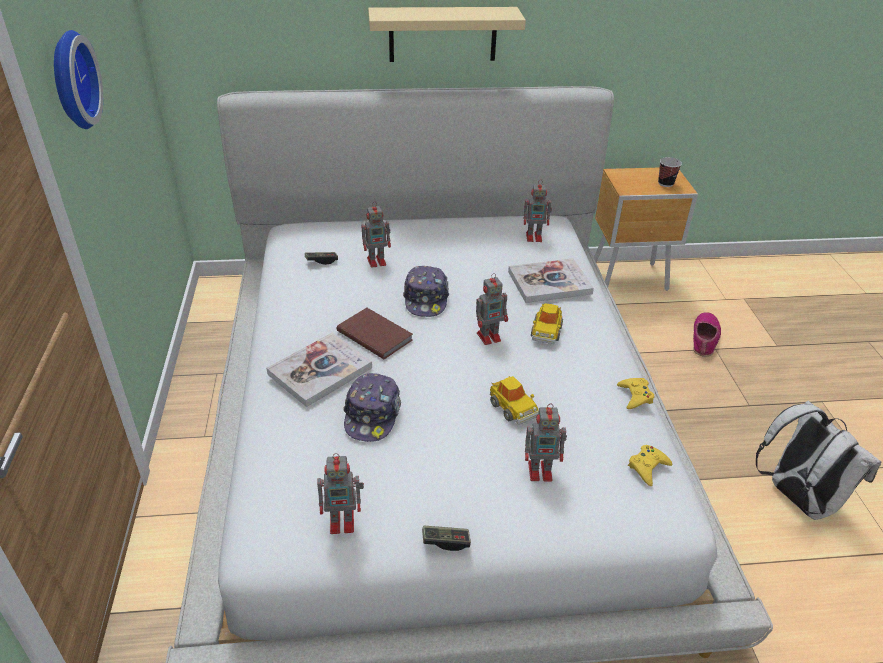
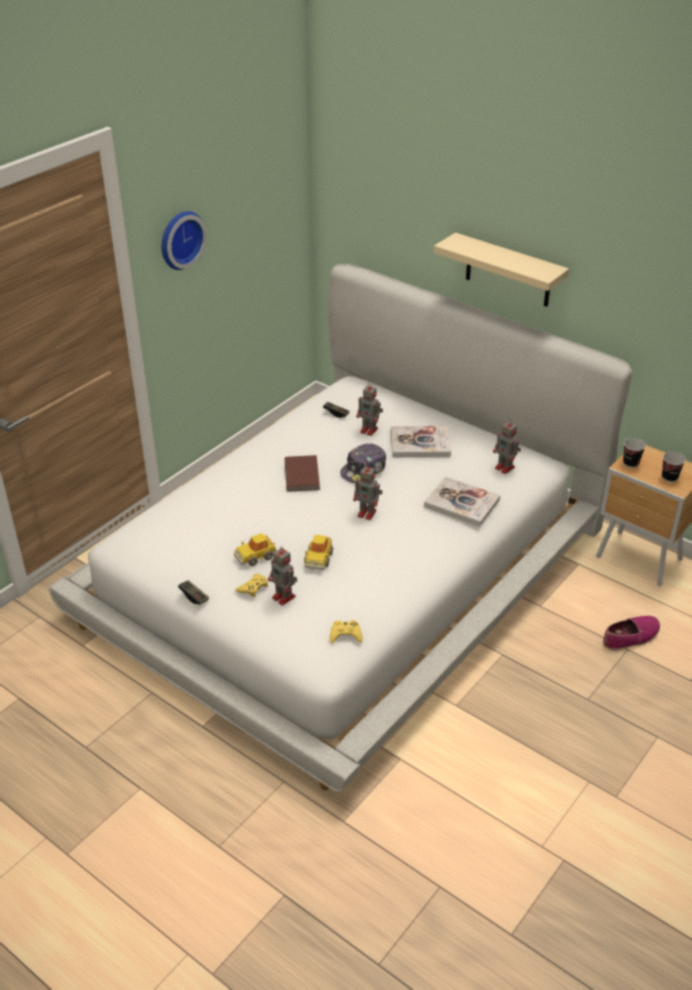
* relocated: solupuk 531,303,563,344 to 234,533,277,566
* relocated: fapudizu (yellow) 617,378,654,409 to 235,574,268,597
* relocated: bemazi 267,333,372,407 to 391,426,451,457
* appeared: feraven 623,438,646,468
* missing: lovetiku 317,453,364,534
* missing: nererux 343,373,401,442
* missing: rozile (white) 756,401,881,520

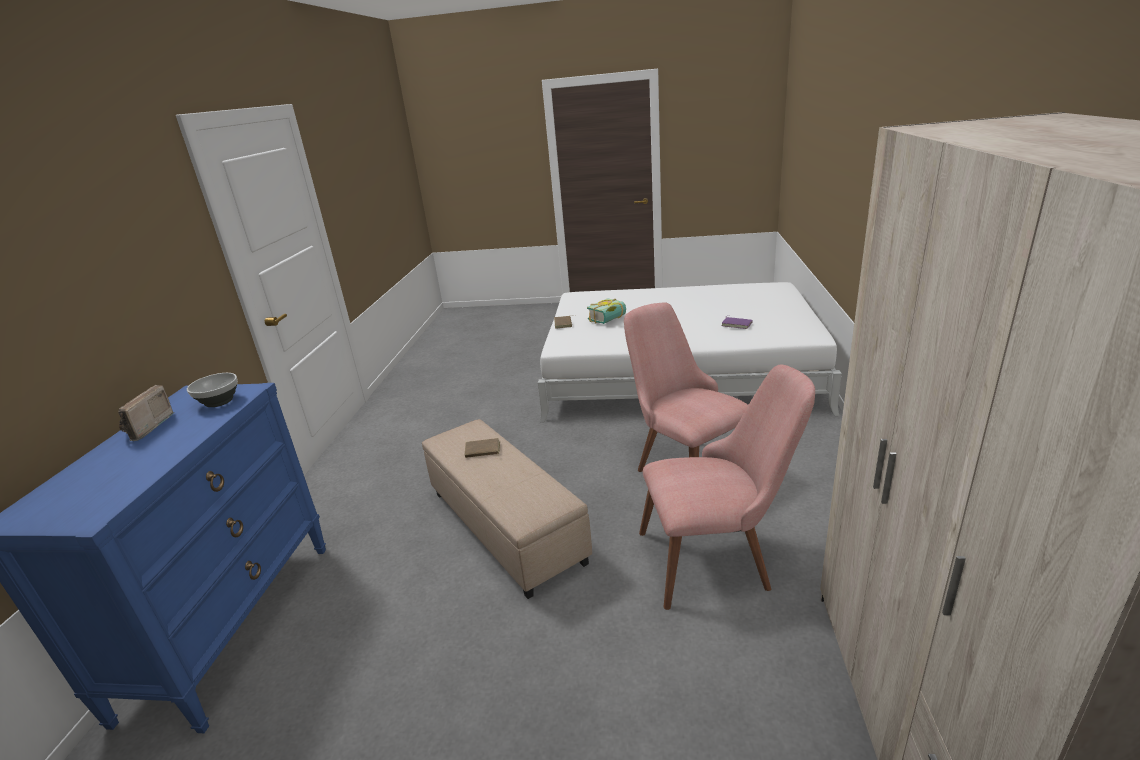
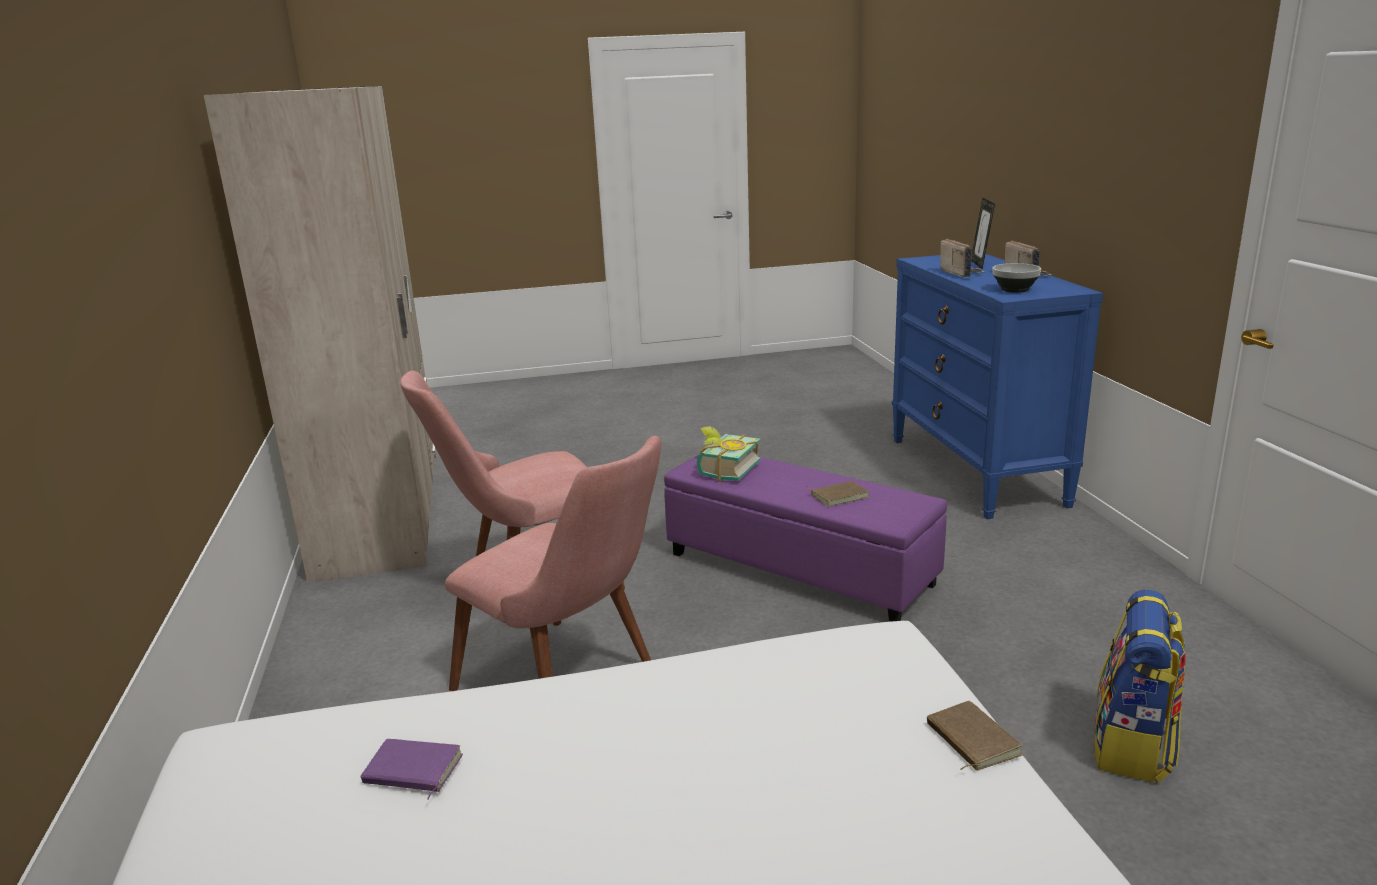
* colour: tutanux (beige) 422,419,592,599 to tutanux (purple) 664,454,947,622
* relocated: bemazi 587,298,626,324 to 697,426,761,482
* appeared: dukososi 940,239,985,278
* appeared: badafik 972,198,995,269
* appeared: rozile 1094,589,1186,783

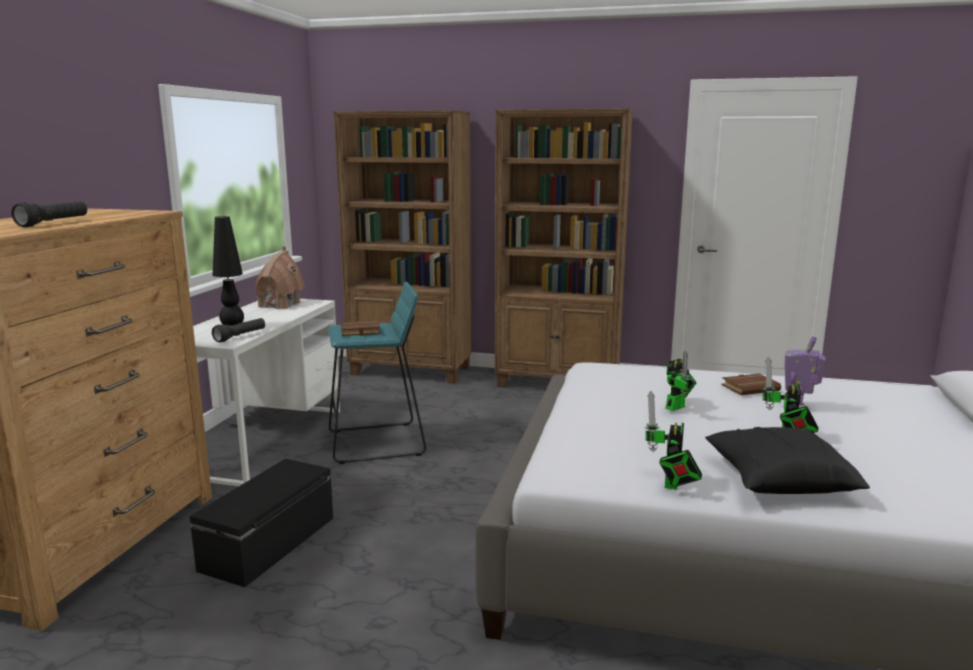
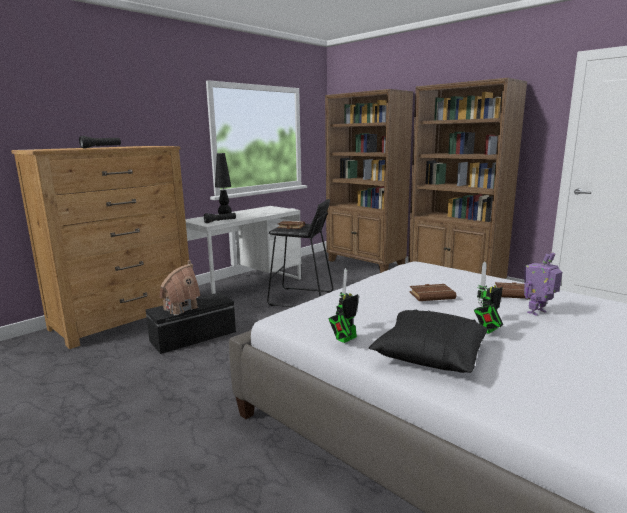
* relocated: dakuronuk 255,246,305,310 to 160,260,200,315
* colour: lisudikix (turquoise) 328,282,426,464 to lisudikix (black) 267,199,333,307
* exchanged: lovetiku 665,350,696,411 to bemazi (brown) 409,284,457,301

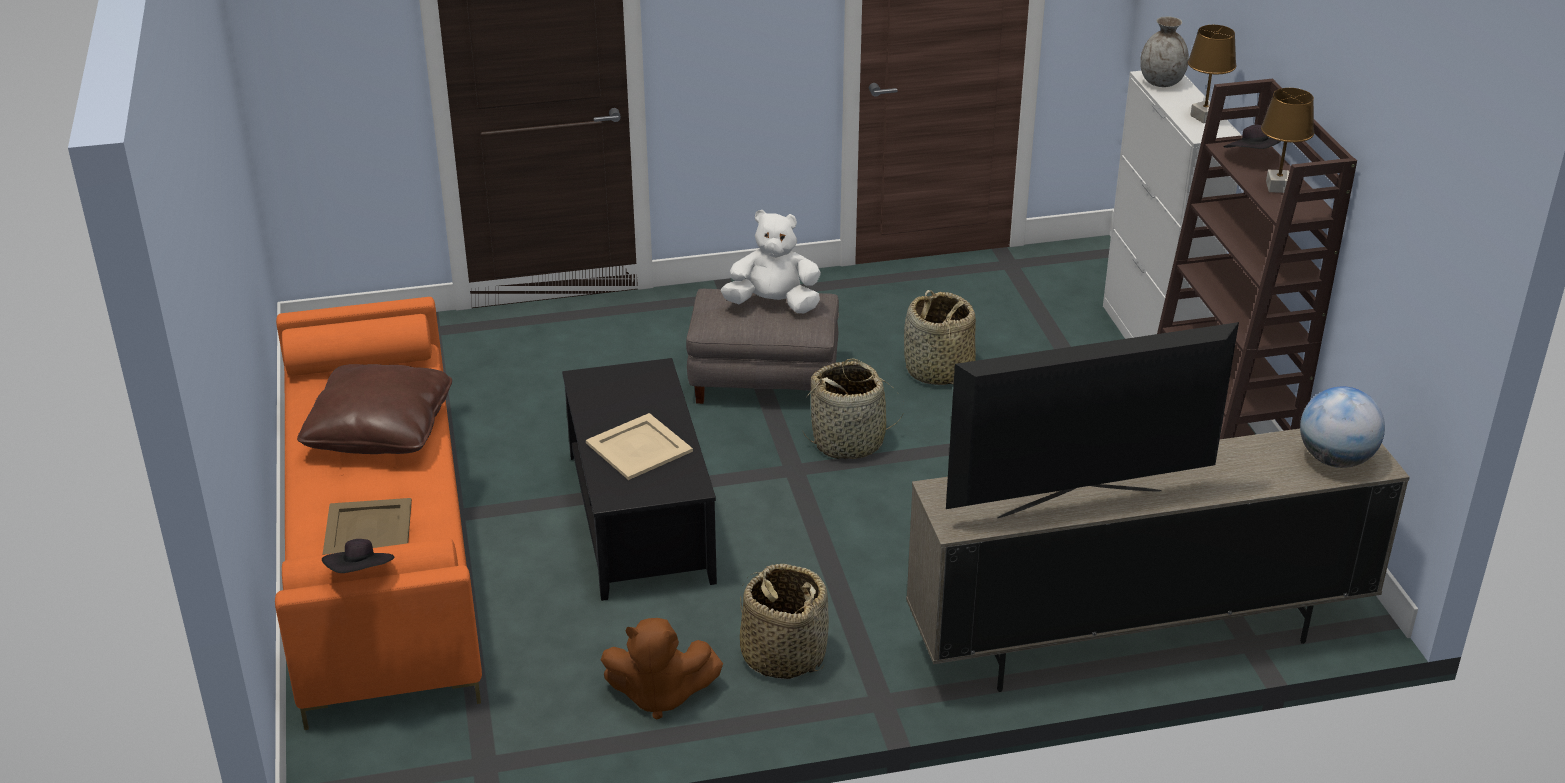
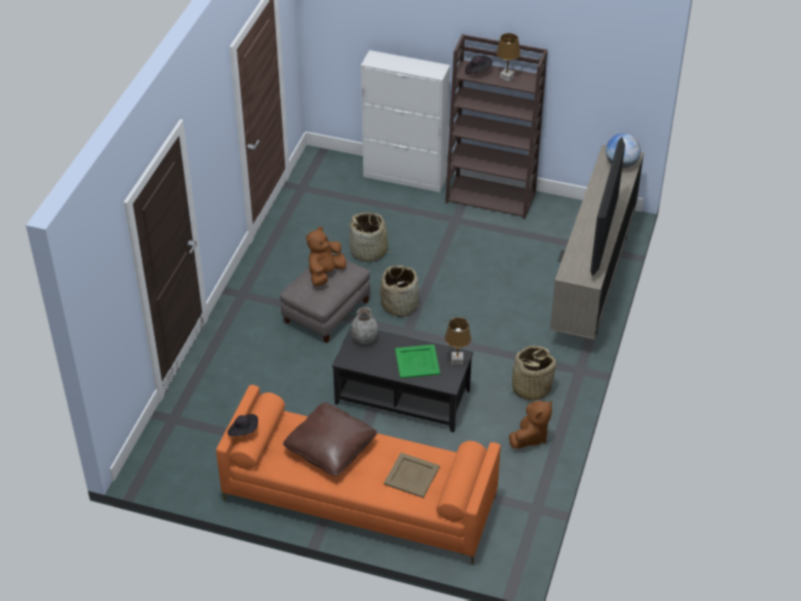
* relocated: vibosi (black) 322,539,395,573 to 228,414,258,436
* colour: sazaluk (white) 721,210,821,313 to sazaluk (brown) 306,227,346,286
* relocated: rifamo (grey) 1140,16,1189,87 to 351,307,378,344
* colour: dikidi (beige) 586,413,693,480 to dikidi (green) 395,344,440,379
* relocated: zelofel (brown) 1188,25,1237,124 to 445,317,472,365

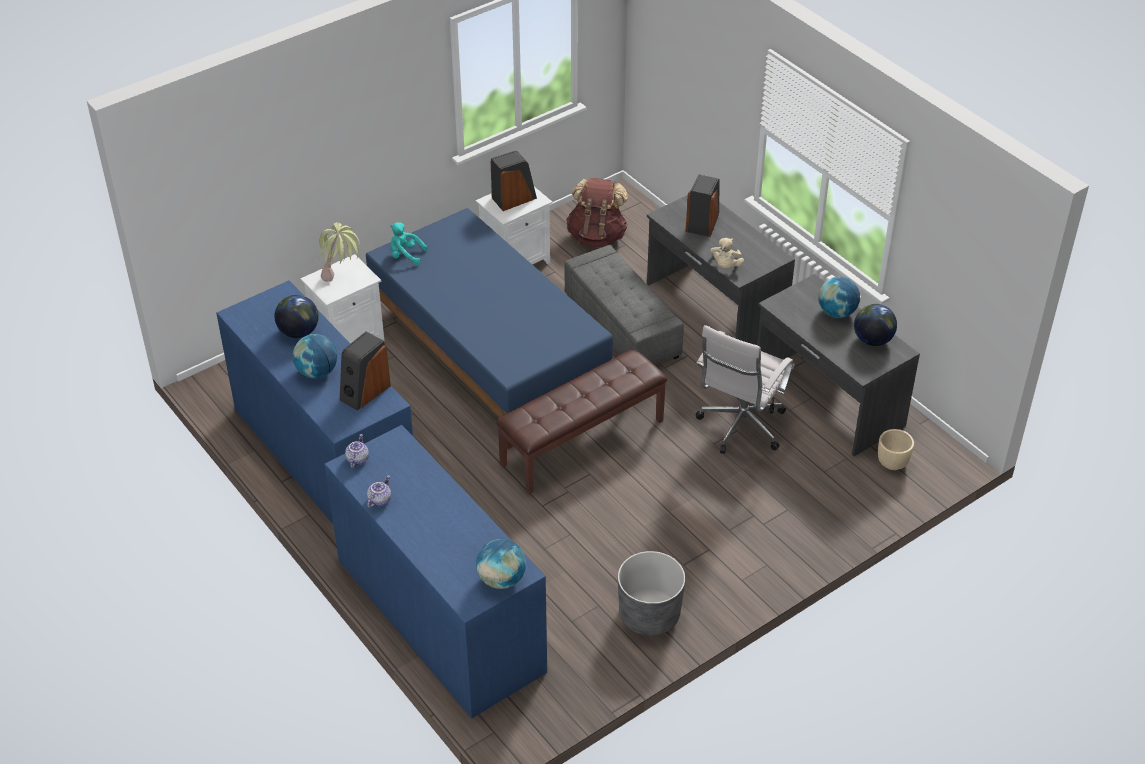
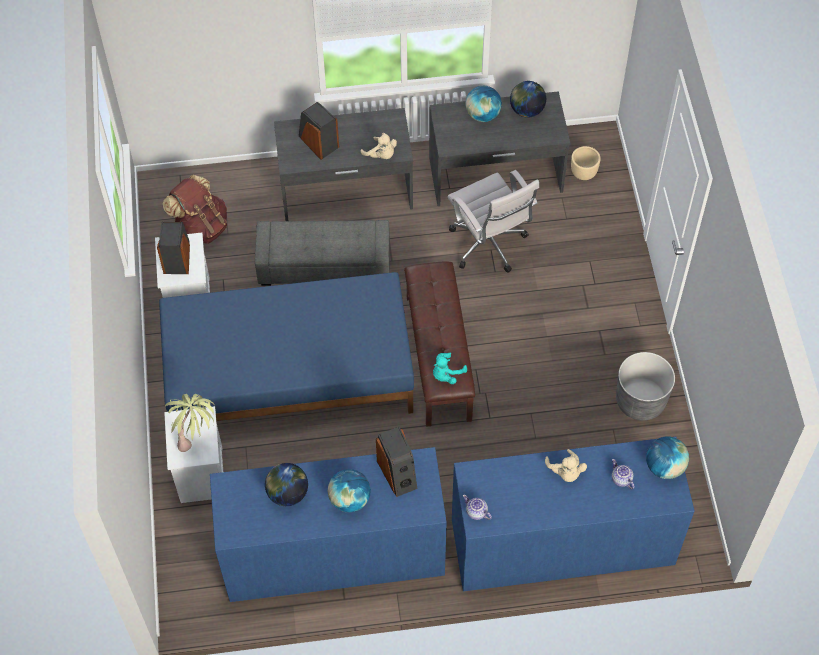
* relocated: sazaluk (turquoise) 390,222,427,265 to 433,353,467,384
* appeared: sazaluk (beige) 545,449,587,482
* relocated: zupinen 367,475,391,508 to 612,459,634,489

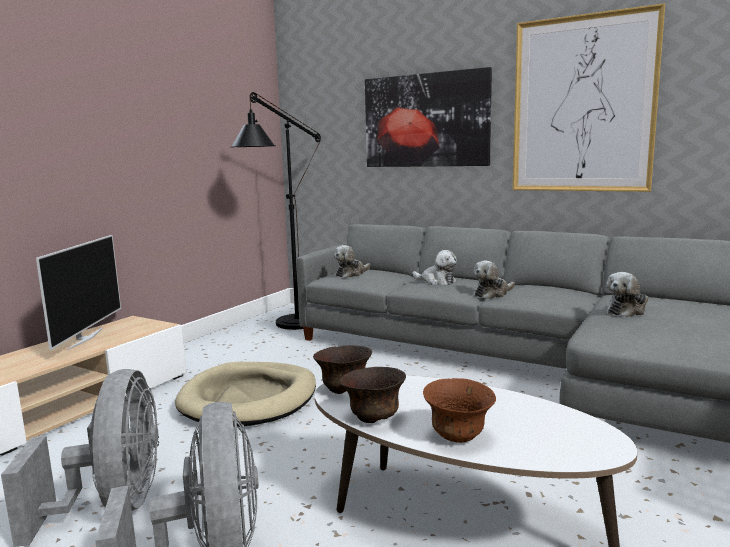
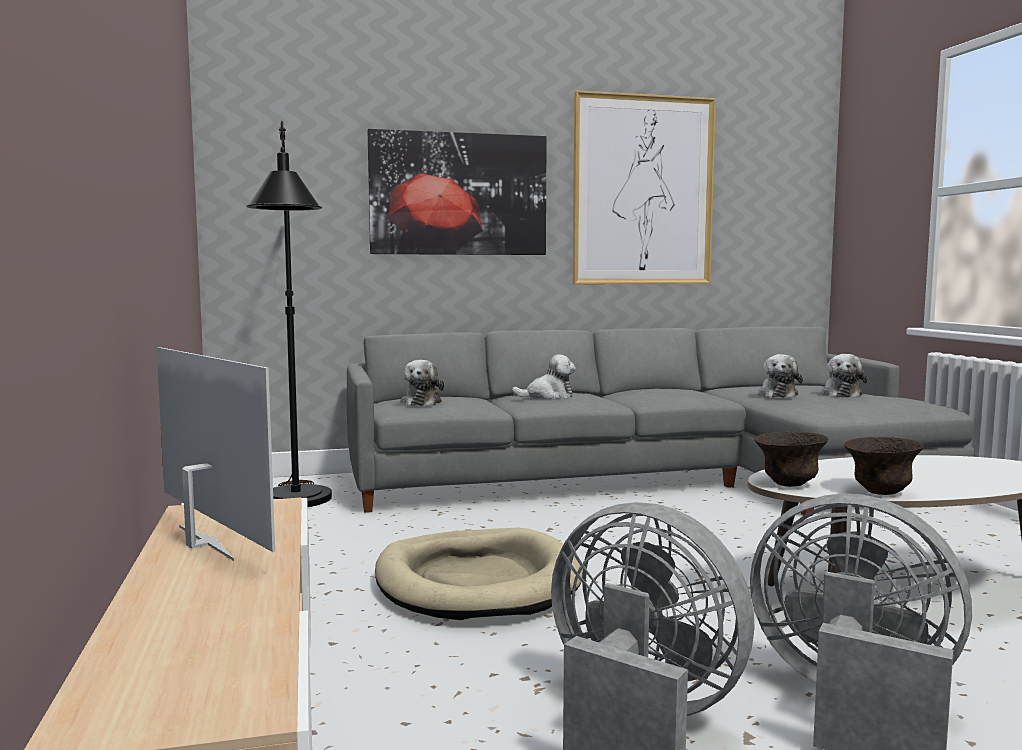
* relocated: sazaluk 474,260,515,299 to 821,354,867,398
* missing: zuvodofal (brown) 423,378,496,443

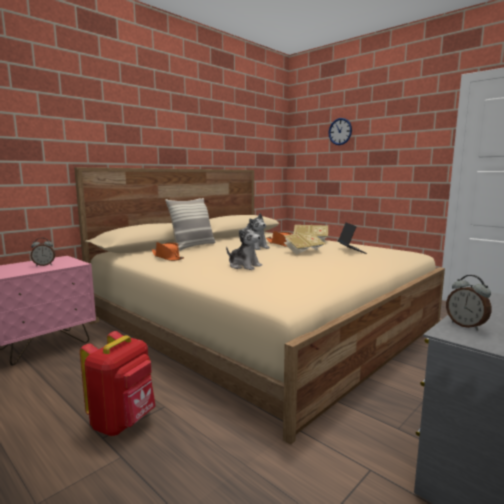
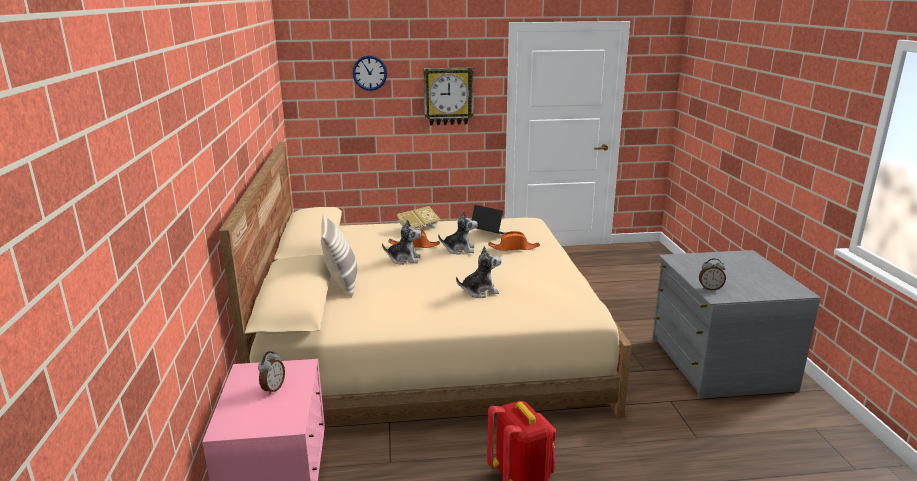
* appeared: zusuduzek 423,67,474,125
* exchanged: bemazi 284,232,325,255 to sazaluk 438,211,478,255
* relocated: vibosi (orange) 152,242,184,261 to 488,231,540,251

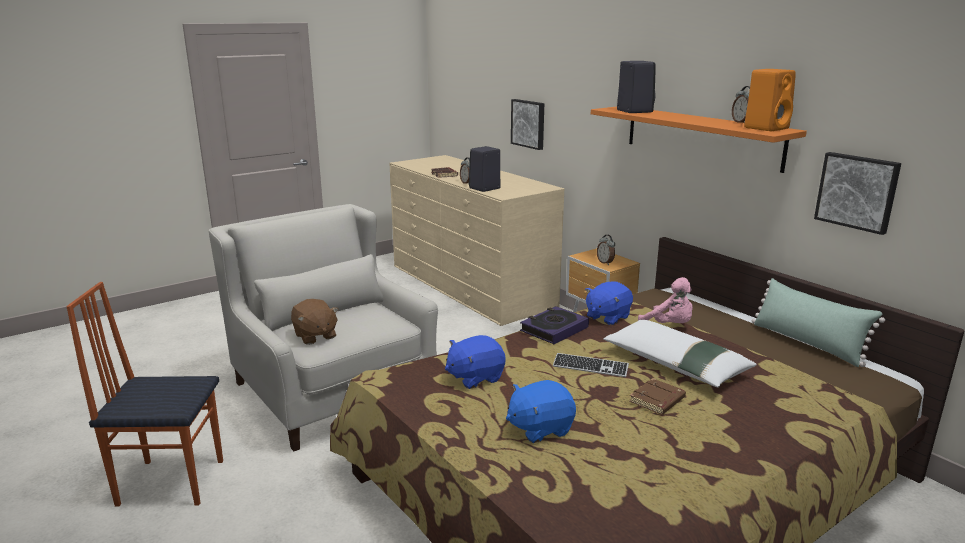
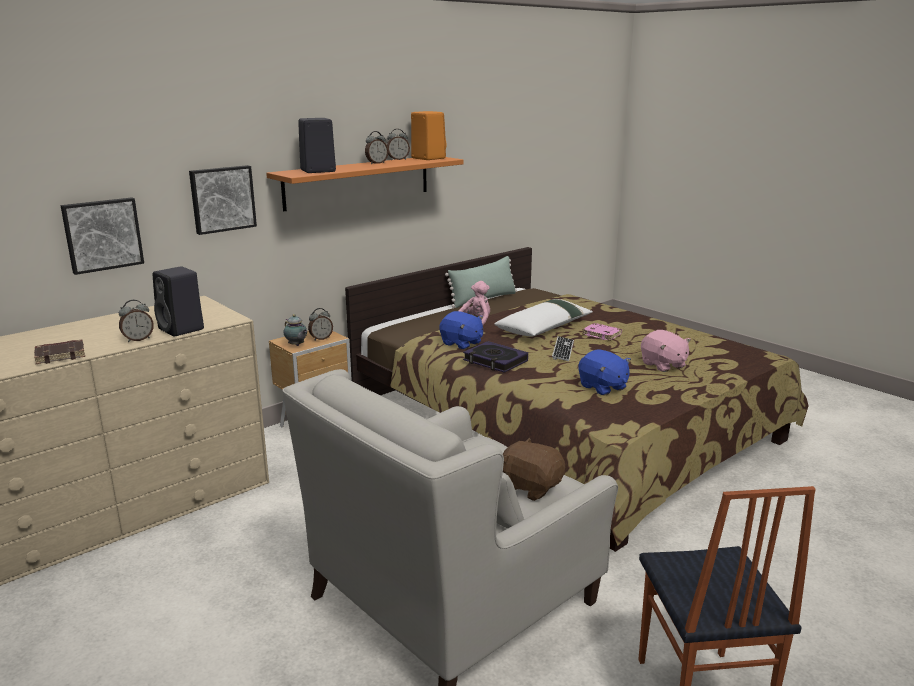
* relocated: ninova 814,152,902,235 to 189,165,257,235
* appeared: zupinen 283,314,307,346
* appeared: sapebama 365,131,388,164
* spun: sazaluk (brown) 291,299,338,345 = 503,438,565,501 105 degrees counterclockwise
* colour: bemazi (brown) 629,378,686,415 to bemazi (pink) 582,323,622,341
* colour: sazaluk (blue) 506,380,576,443 to sazaluk (pink) 641,330,691,372

